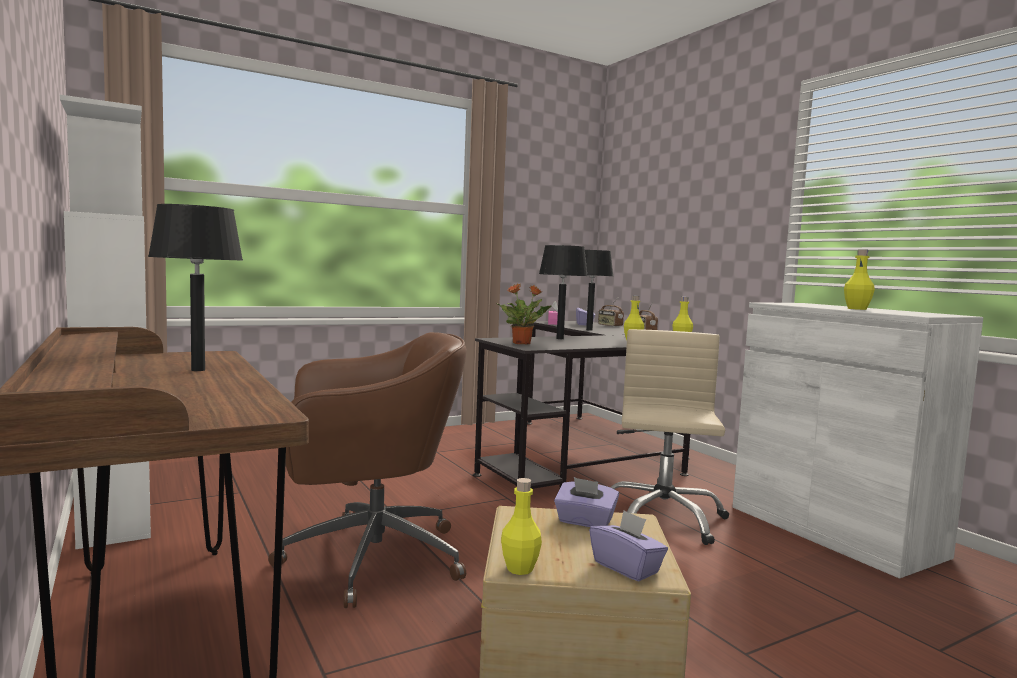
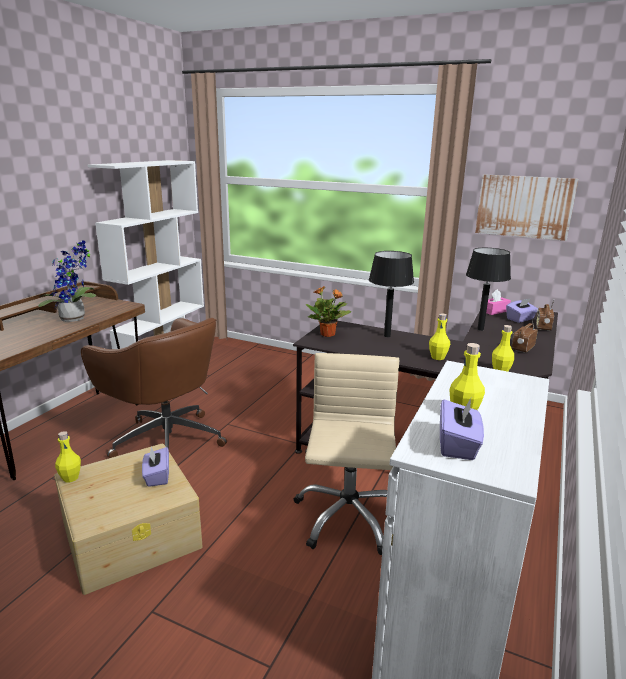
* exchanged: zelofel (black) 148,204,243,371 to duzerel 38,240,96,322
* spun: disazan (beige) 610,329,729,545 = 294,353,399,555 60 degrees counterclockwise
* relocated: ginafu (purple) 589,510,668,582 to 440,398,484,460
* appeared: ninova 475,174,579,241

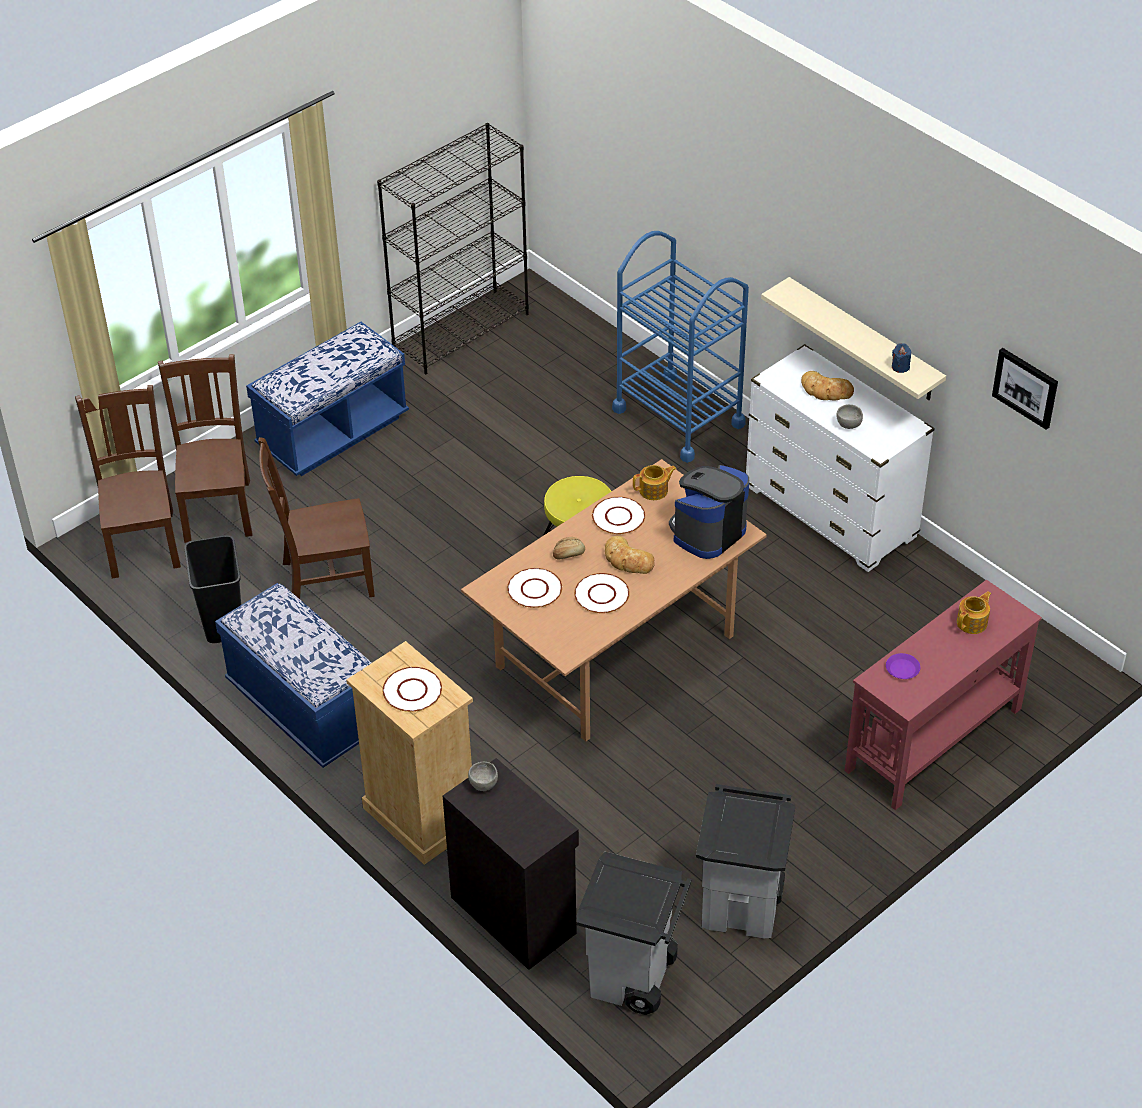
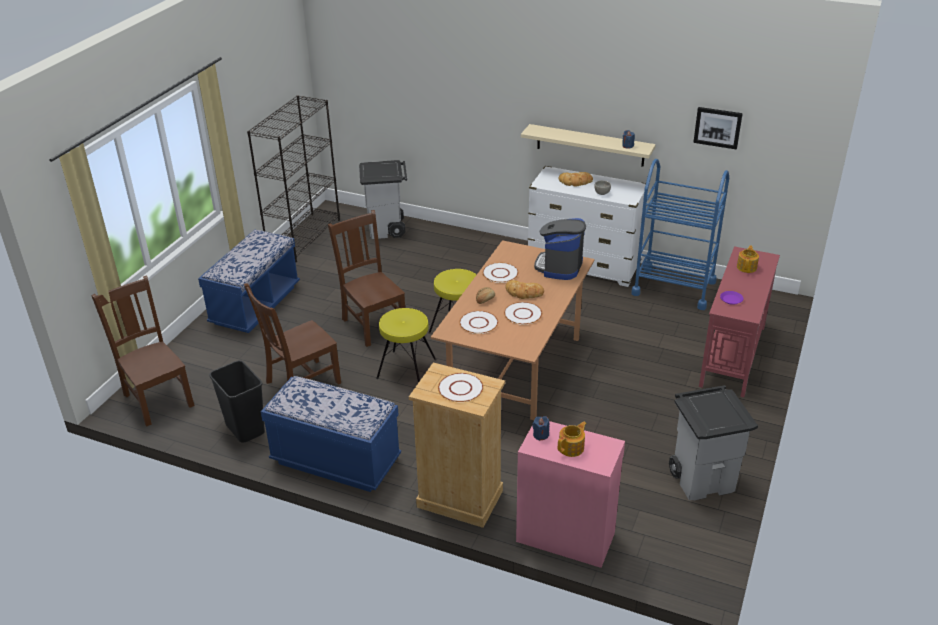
* relocated: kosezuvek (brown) 158,354,252,543 to 328,210,405,347
* relocated: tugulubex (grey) 577,852,691,1015 to 359,160,407,239
* appeared: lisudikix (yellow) 376,308,436,383
* colour: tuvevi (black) 443,758,579,970 to tuvevi (pink) 516,421,625,568
* exchanged: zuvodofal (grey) 468,762,498,791 to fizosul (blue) 532,416,549,441
* relocated: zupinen 633,465,676,500 to 558,421,587,457
* relocated: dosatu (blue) 612,231,749,463 to 631,159,729,310

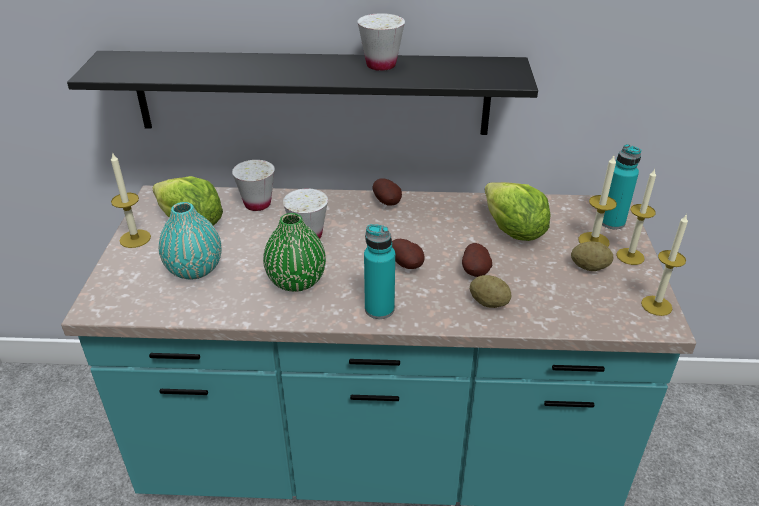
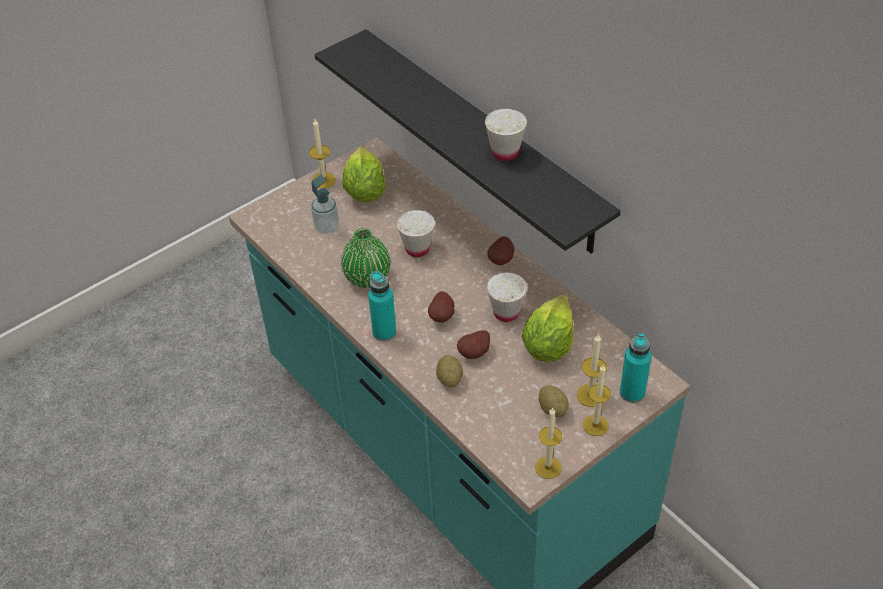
* exchanged: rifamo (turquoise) 159,202,222,279 to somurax 311,175,339,234
* relocated: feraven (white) 232,160,275,211 to 487,273,527,322

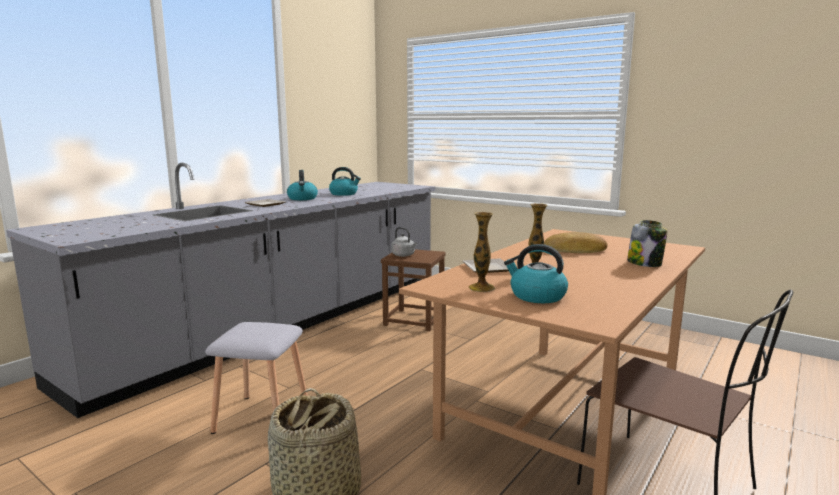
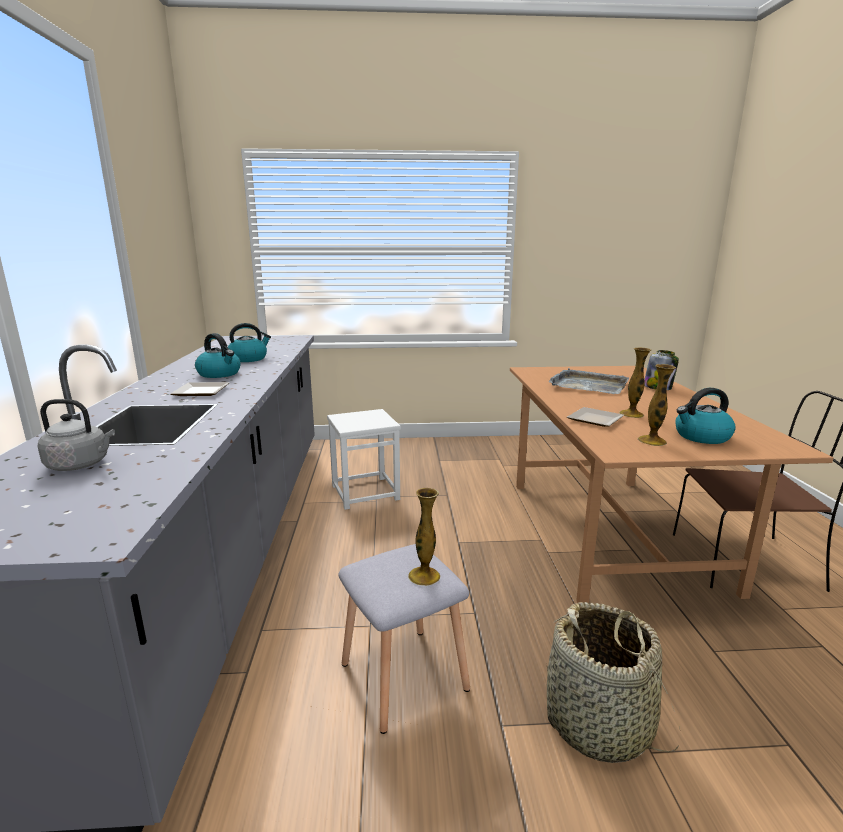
* relocated: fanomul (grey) 392,227,417,257 to 38,399,115,471
* colour: lisudikix (brown) 381,249,446,331 to lisudikix (white) 327,409,401,510
* appeared: rifamo 408,488,440,586
* exchanged: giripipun 544,232,608,253 to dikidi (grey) 549,368,629,394

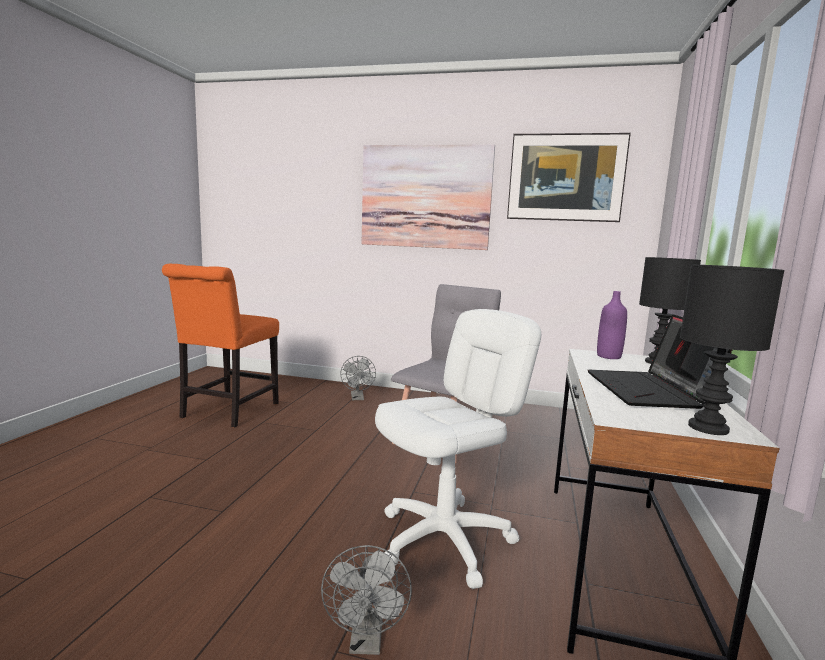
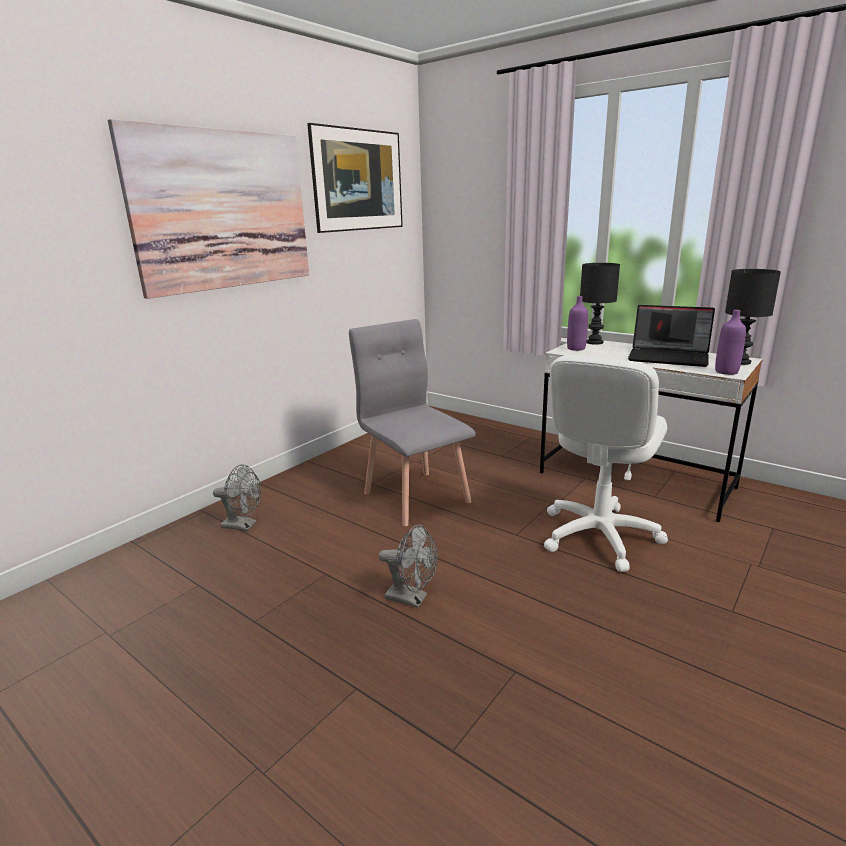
* relocated: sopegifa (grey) 321,545,412,655 to 379,525,437,608
* spun: disazan (white) 375,309,541,589 = 544,355,668,572 135 degrees counterclockwise
* appeared: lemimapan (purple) 715,310,746,375
* missing: kosezuvek (orange) 162,264,279,428

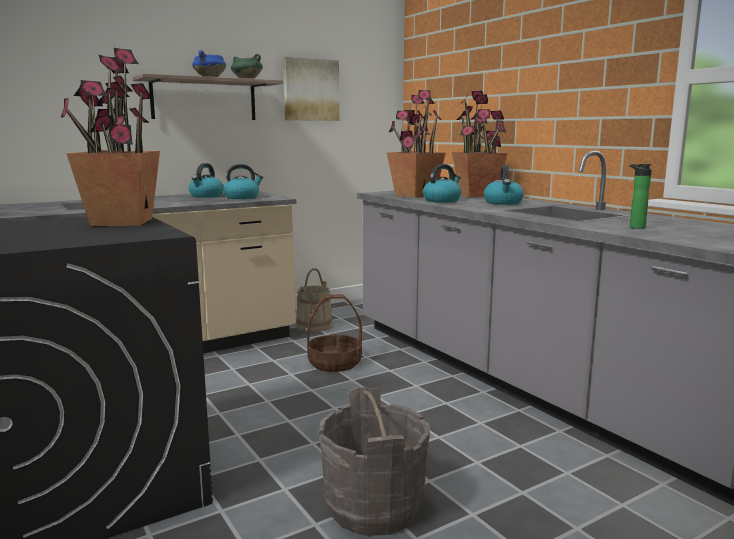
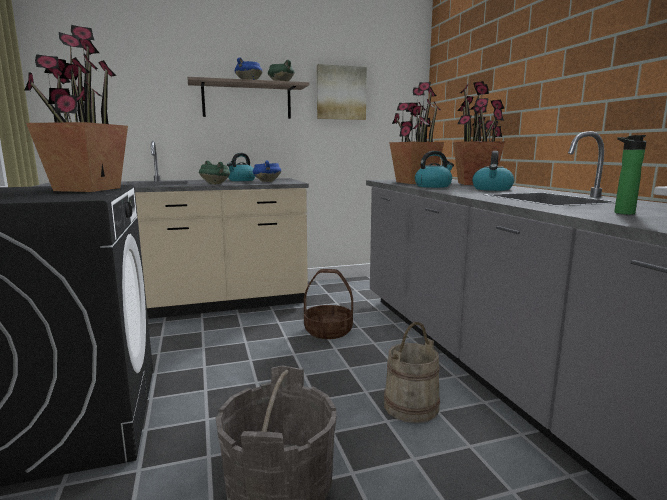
* appeared: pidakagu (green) 199,161,230,184
* exchanged: fanomul 223,164,263,199 to pidakagu (blue) 253,160,281,182
* relocated: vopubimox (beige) 296,268,333,332 to 384,322,440,423

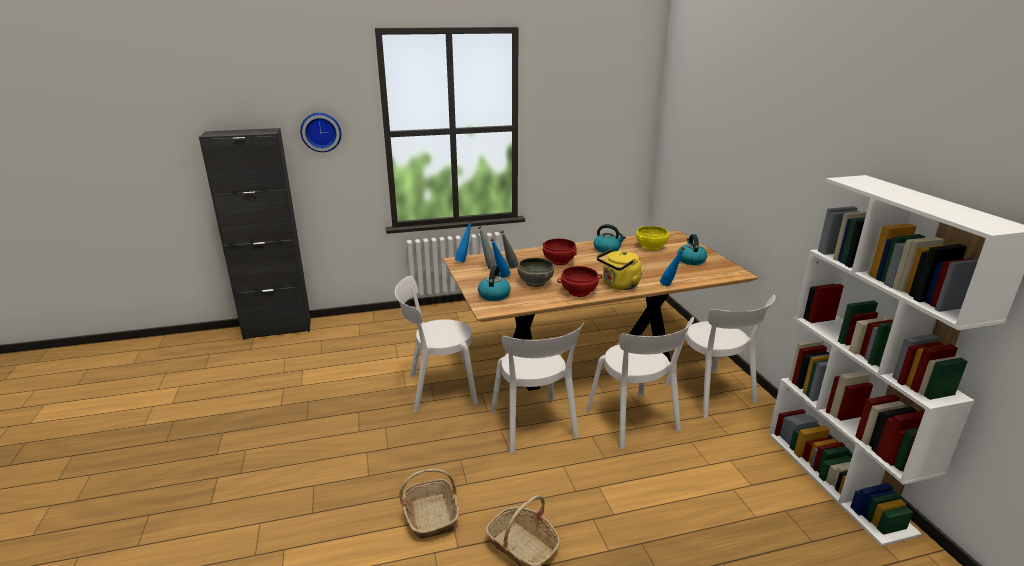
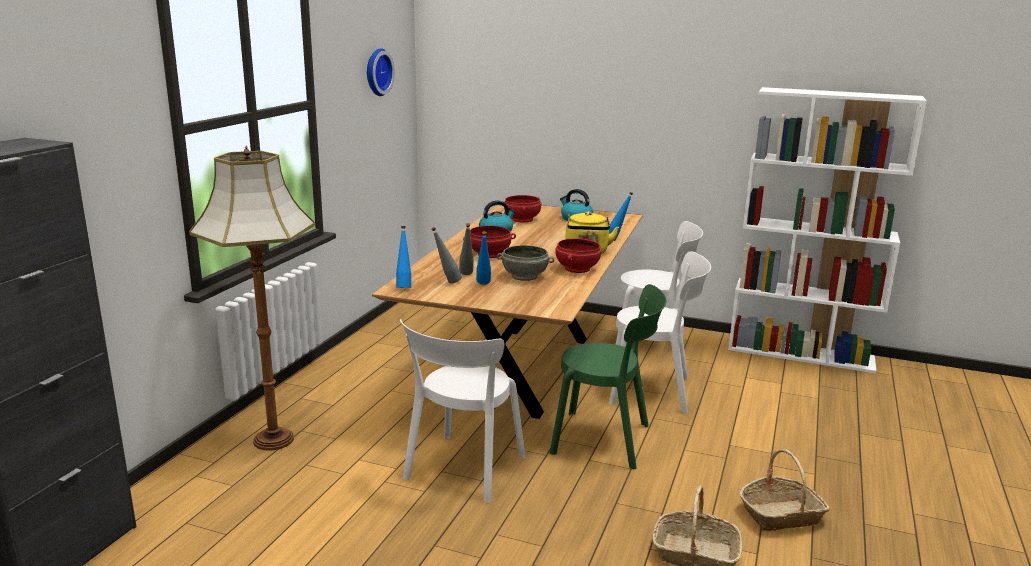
* appeared: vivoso 189,146,315,451
* relocated: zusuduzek 300,113,341,152 to 367,48,395,96
* colour: zuvodofal (yellow) 636,226,669,251 to zuvodofal (red) 504,195,542,223
* colour: kosezuvek (white) 491,322,584,453 to kosezuvek (green) 550,284,666,469
* missing: fanomul 478,266,511,301

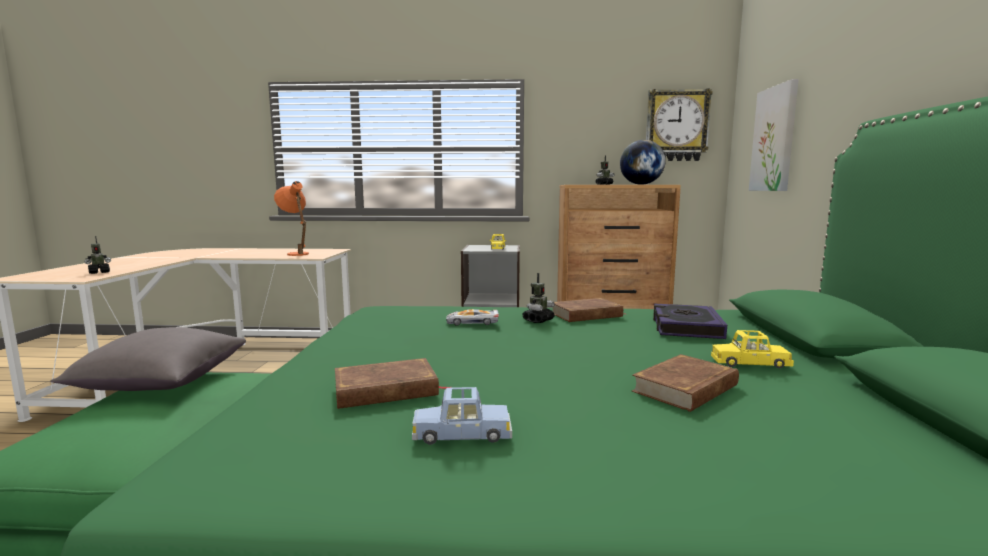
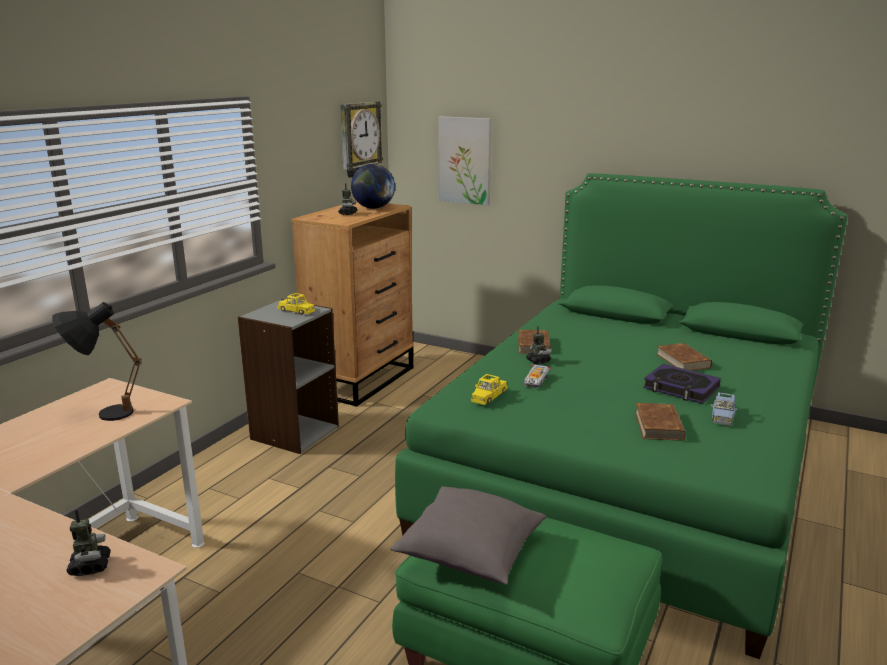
* colour: zelofel (orange) 274,181,309,256 to zelofel (black) 52,302,142,421
* relocated: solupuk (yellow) 711,330,794,368 to 471,374,508,405
* relocated: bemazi 653,304,727,339 to 643,364,721,404

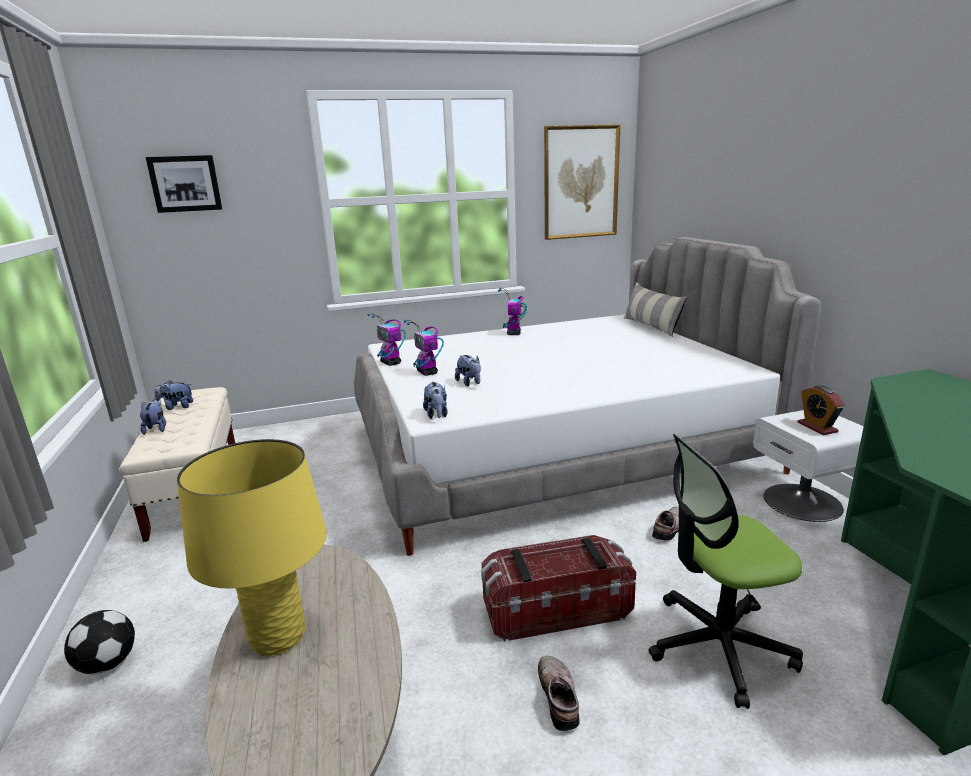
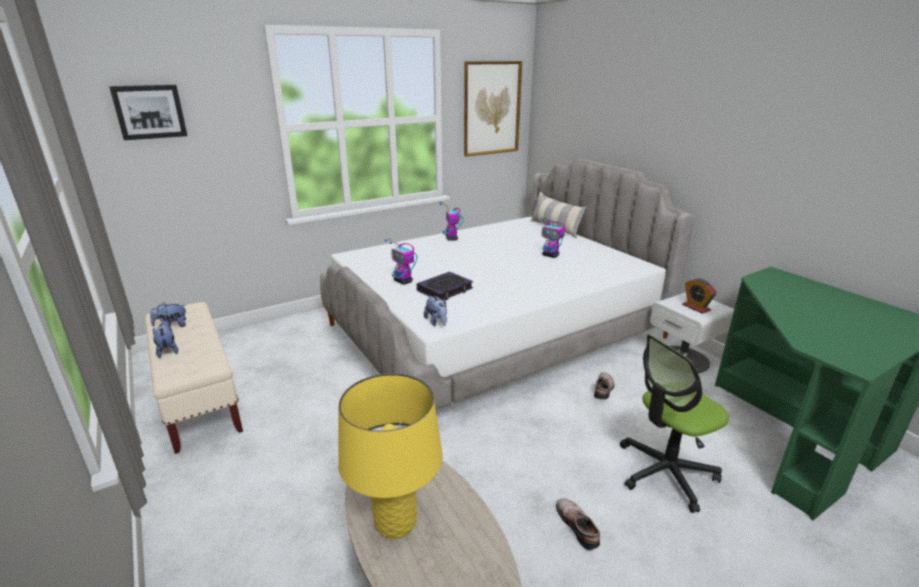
* exchanged: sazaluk 455,355,481,386 to bemazi 417,272,473,300
* relocated: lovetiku 367,314,406,366 to 541,218,565,258
* missing: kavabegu 64,610,135,674
* missing: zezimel 481,535,636,642

